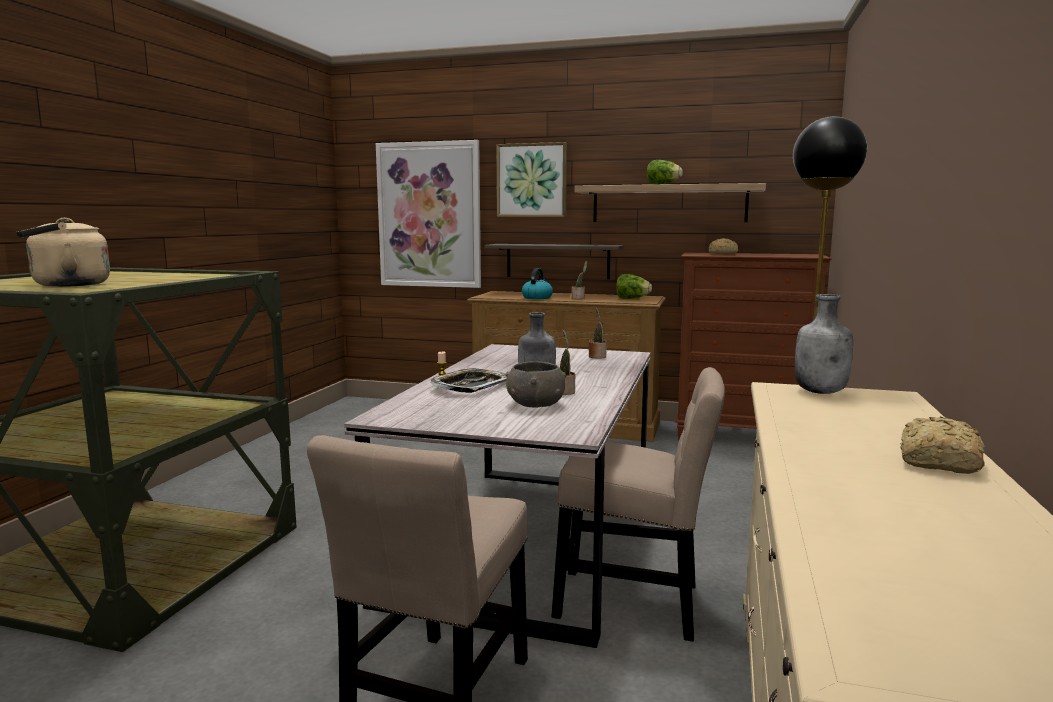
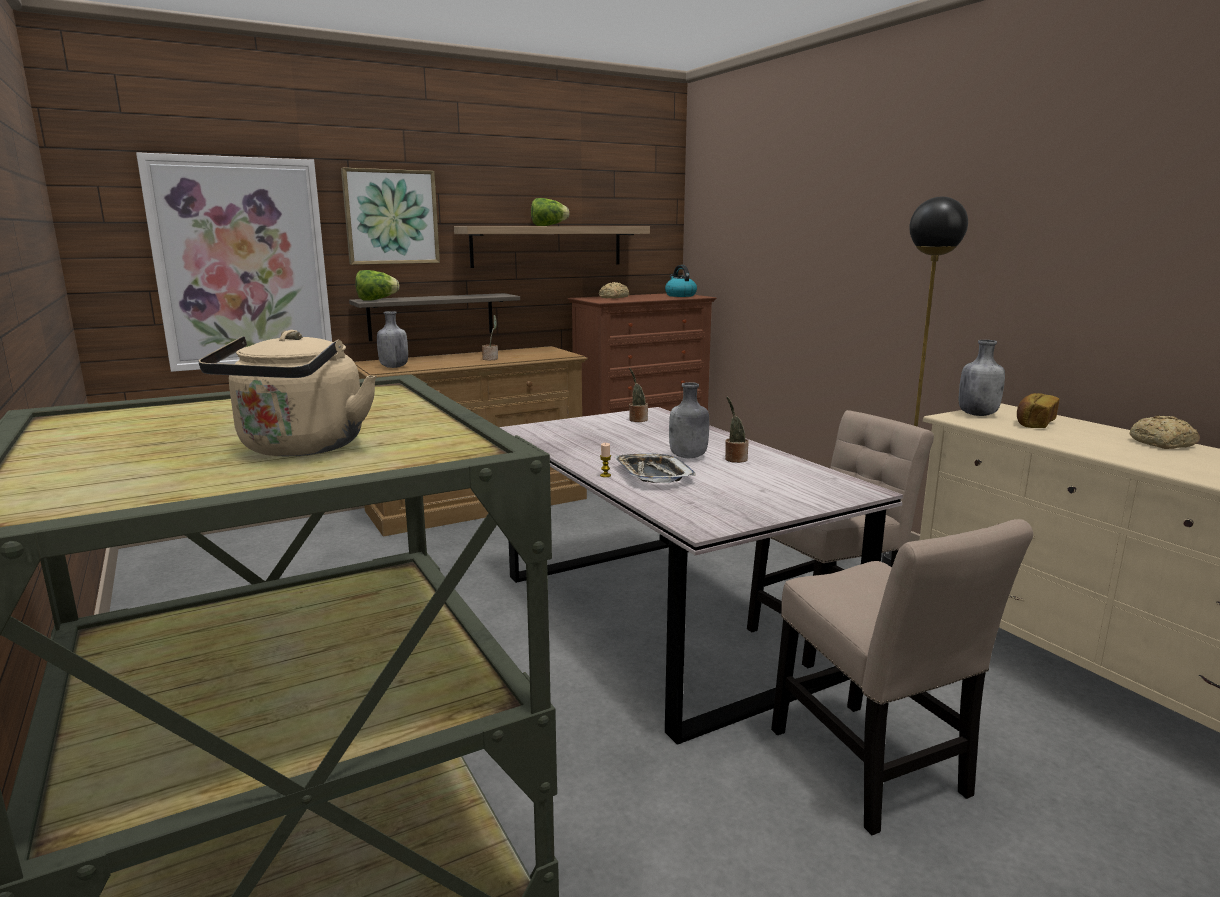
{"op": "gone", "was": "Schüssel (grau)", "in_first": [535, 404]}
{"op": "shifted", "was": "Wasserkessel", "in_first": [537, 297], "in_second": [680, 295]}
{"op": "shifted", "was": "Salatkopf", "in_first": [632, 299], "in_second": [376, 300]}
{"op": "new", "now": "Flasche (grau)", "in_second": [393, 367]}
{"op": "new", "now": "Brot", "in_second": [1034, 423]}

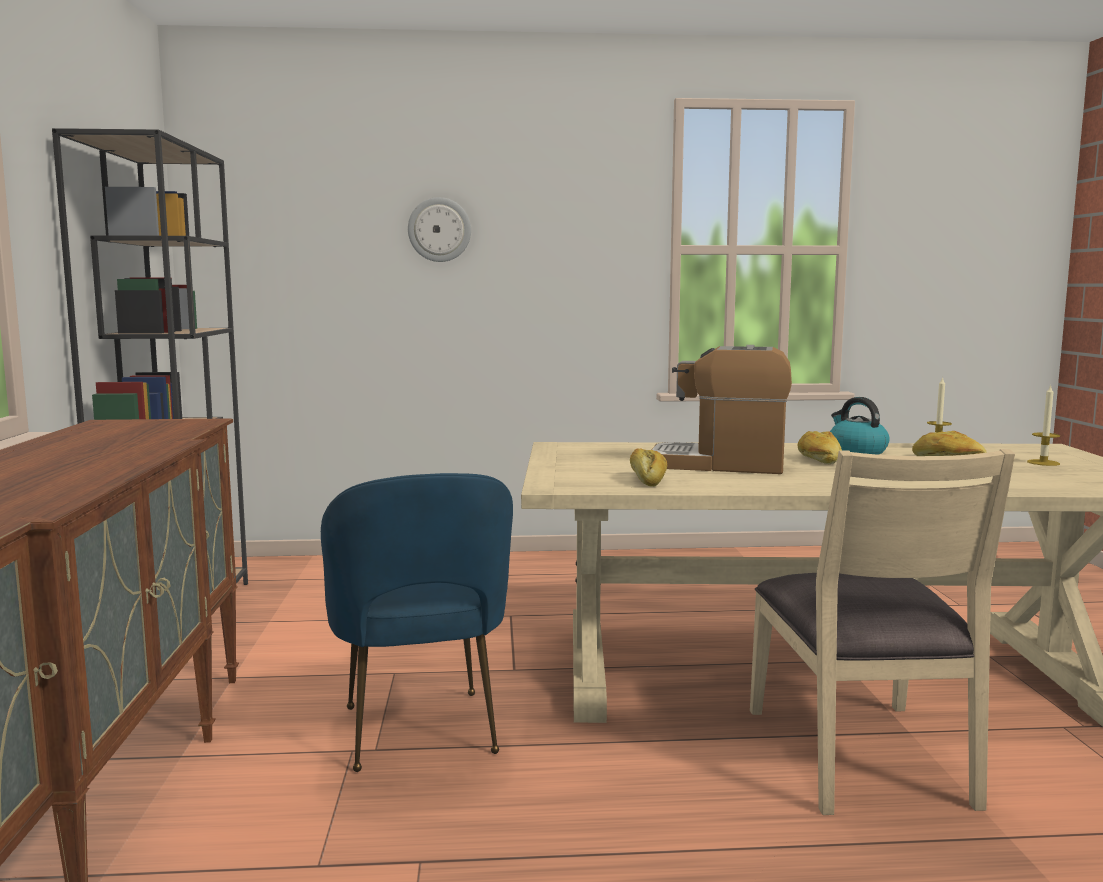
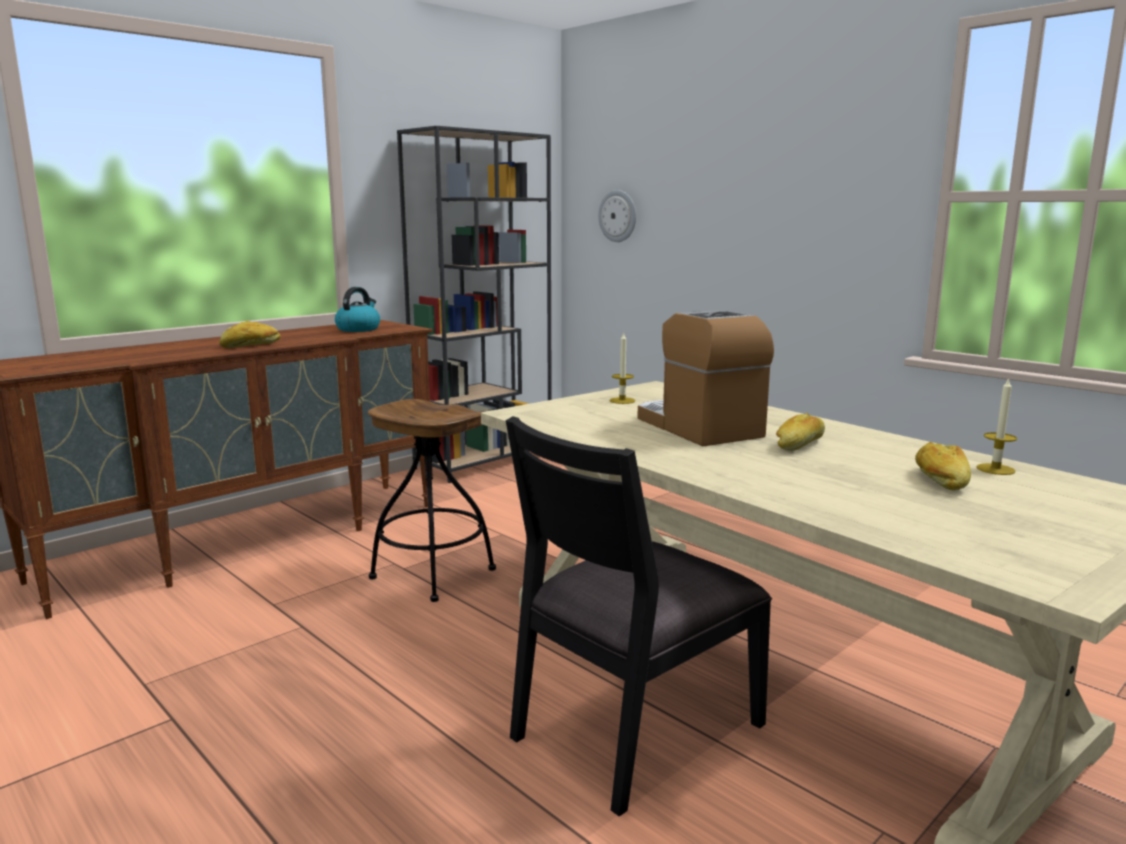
{"op": "swapped", "was": "Stuhl (blau)", "now": "Hocker (braun)", "in_first": [420, 738], "in_second": [432, 573]}
{"op": "shifted", "was": "Wanduhr", "in_first": [439, 229], "in_second": [618, 216]}
{"op": "shifted", "was": "Brot", "in_first": [648, 480], "in_second": [251, 345]}
{"op": "repainted", "was": "Stuhl (beige)", "now": "Stuhl (schwarz)", "in_first": [861, 756], "in_second": [633, 729]}
{"op": "shifted", "was": "Wasserkessel", "in_first": [856, 451], "in_second": [358, 329]}
{"op": "shifted", "was": "Kerze", "in_first": [1043, 463], "in_second": [622, 400]}

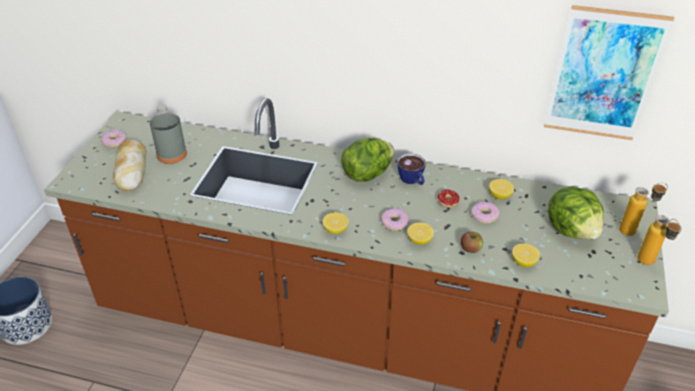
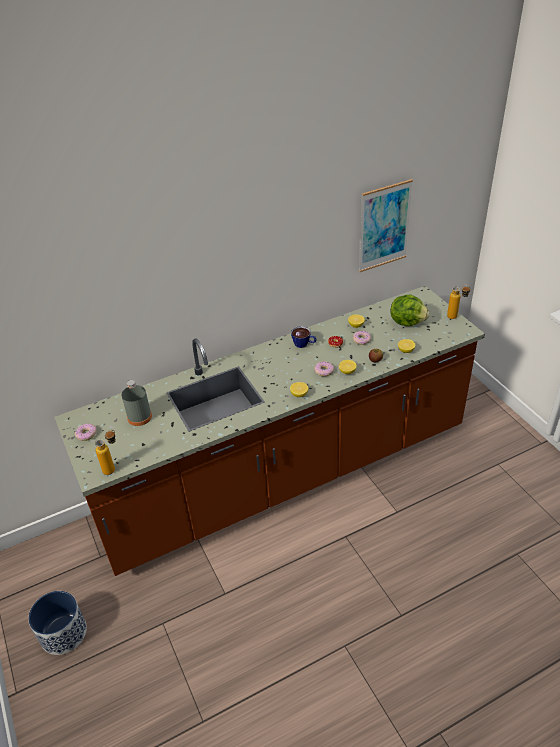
{"op": "gone", "was": "Brot", "in_first": [132, 169]}
{"op": "gone", "was": "Salatkopf", "in_first": [367, 174]}
{"op": "shifted", "was": "Flasche", "in_first": [634, 231], "in_second": [113, 468]}

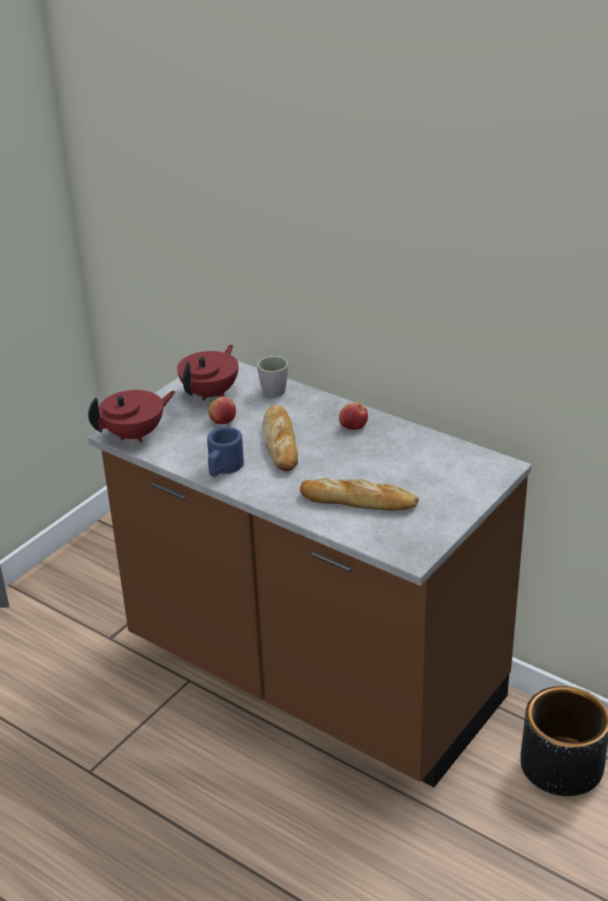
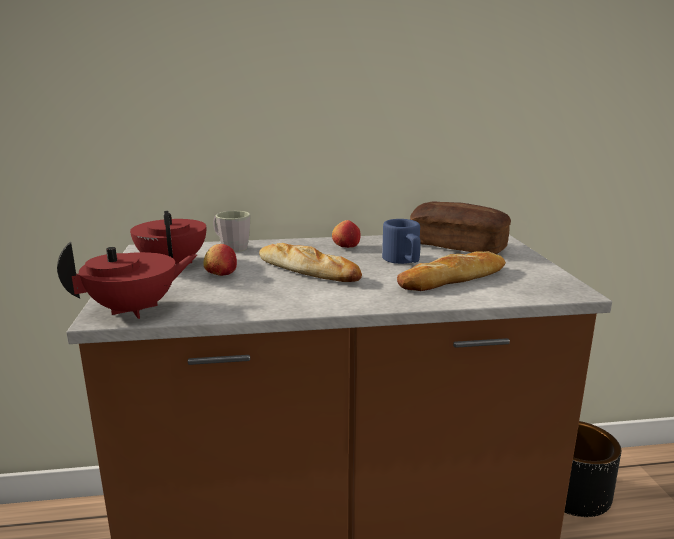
{"op": "rotated", "was": "Teekanne (rot)", "in_first": [135, 434], "in_second": [135, 310], "clockwise": 45}
{"op": "shifted", "was": "Henkelbecher (blau)", "in_first": [223, 468], "in_second": [403, 260]}
{"op": "new", "now": "Brot", "in_second": [457, 246]}

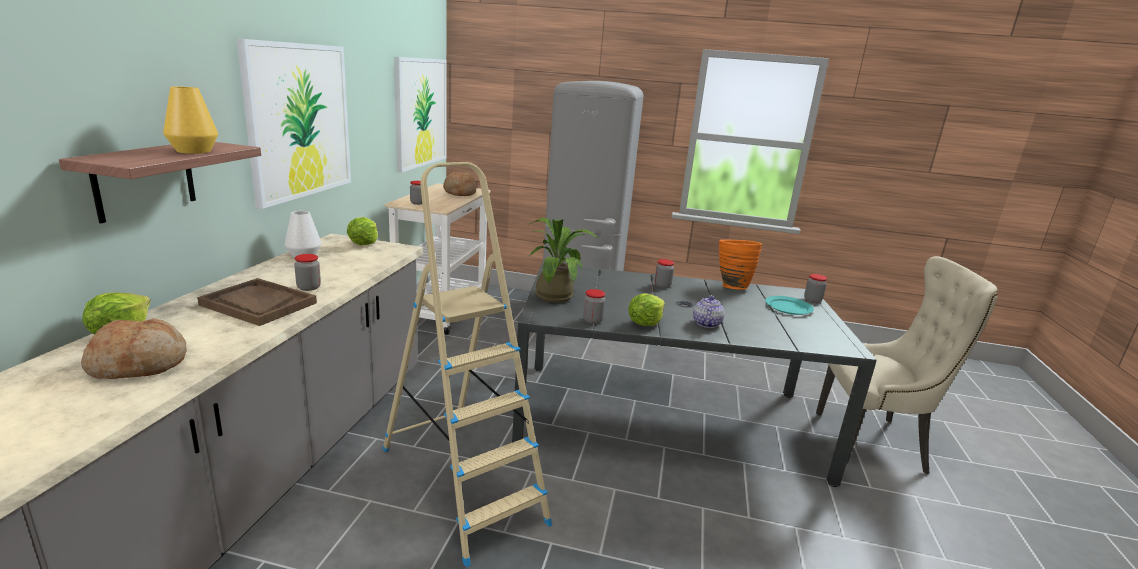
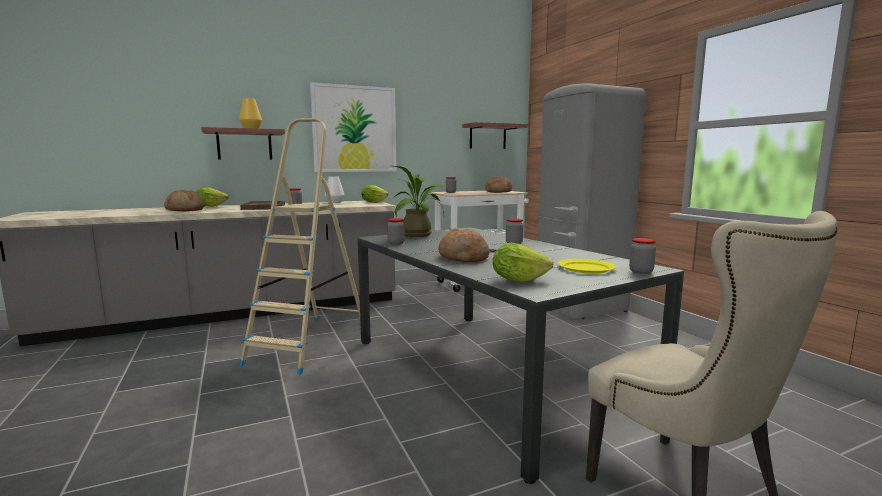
{"op": "swapped", "was": "Bild", "now": "Wandregal", "in_first": [420, 112], "in_second": [487, 136]}
{"op": "shifted", "was": "Salatkopf", "in_first": [645, 323], "in_second": [518, 280]}
{"op": "swapped", "was": "Teekanne", "now": "Brot", "in_first": [706, 323], "in_second": [463, 257]}
{"op": "gone", "was": "Vase (orange)", "in_first": [731, 286]}
{"op": "repainted", "was": "Teller (türkis)", "now": "Teller (gelb)", "in_first": [788, 307], "in_second": [585, 268]}

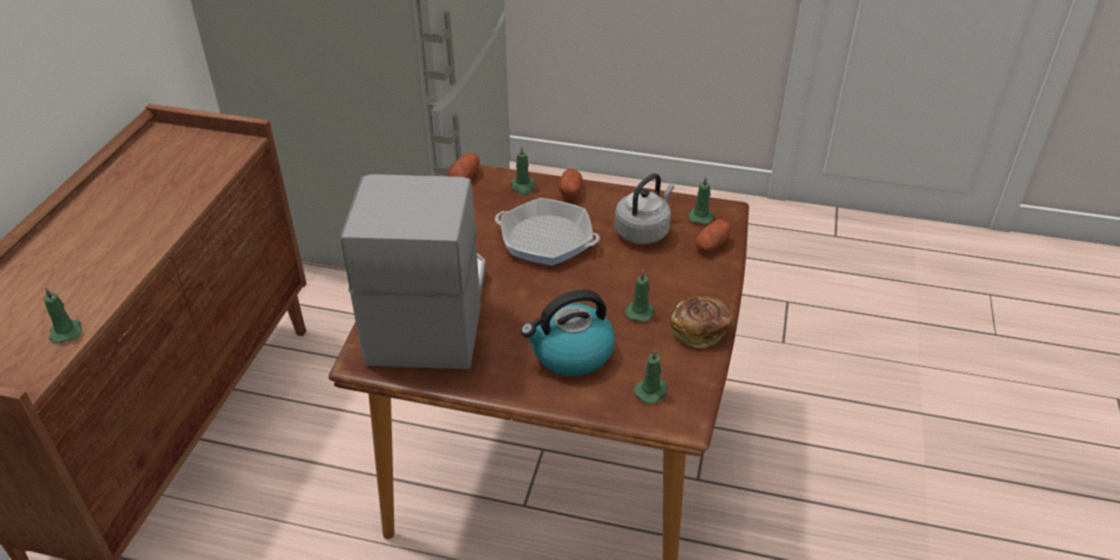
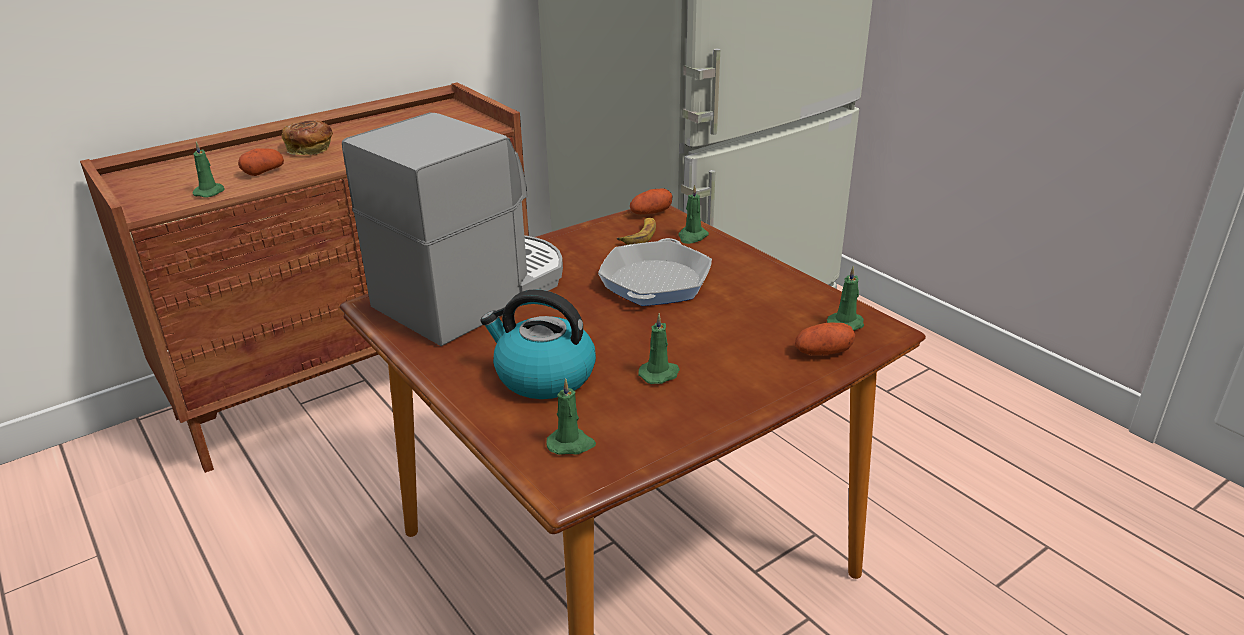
{"op": "rotated", "was": "Pfanne", "in_first": [546, 239], "in_second": [655, 282], "clockwise": -135}
{"op": "shifted", "was": "Kartoffel", "in_first": [570, 191], "in_second": [263, 172]}
{"op": "gone", "was": "Wasserkessel (grau)", "in_first": [643, 231]}
{"op": "shifted", "was": "Brot", "in_first": [701, 331], "in_second": [310, 150]}
{"op": "new", "now": "Banane", "in_second": [640, 236]}

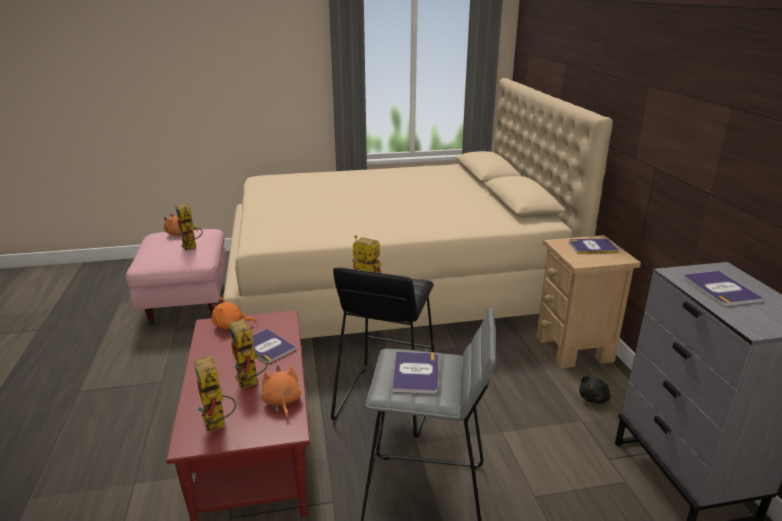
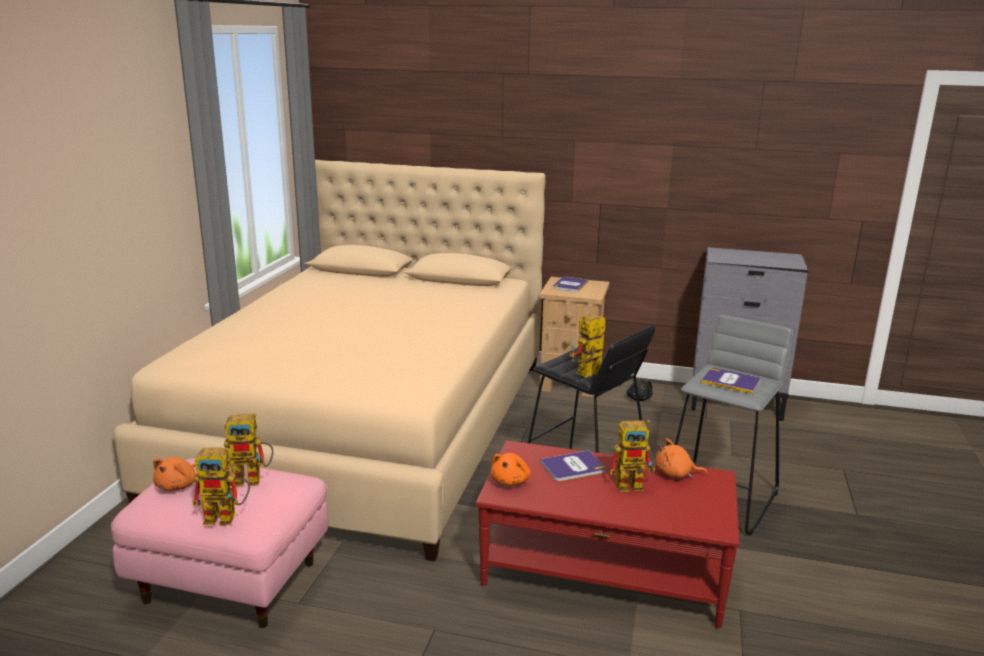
{"op": "shifted", "was": "Spielzeugroboter", "in_first": [218, 425], "in_second": [227, 517]}
{"op": "gone", "was": "Buch", "in_first": [720, 289]}

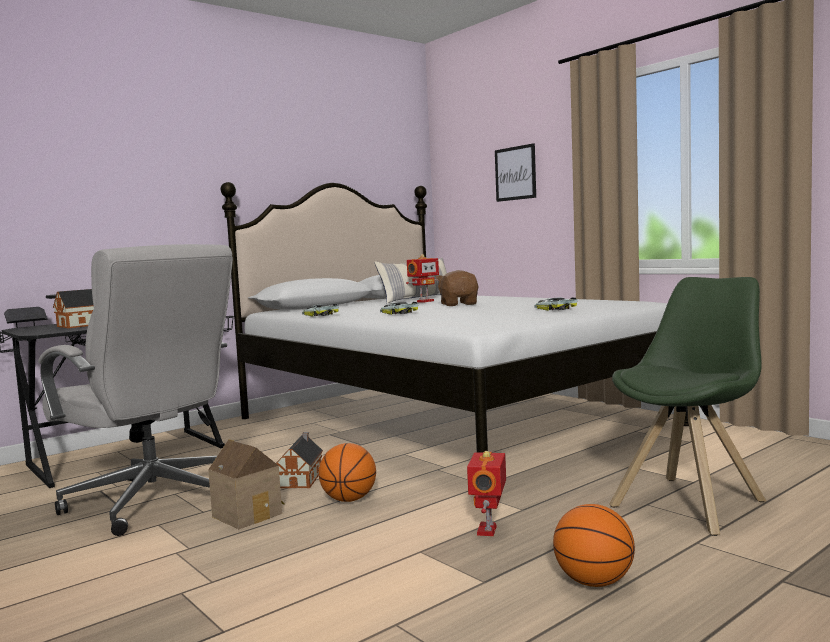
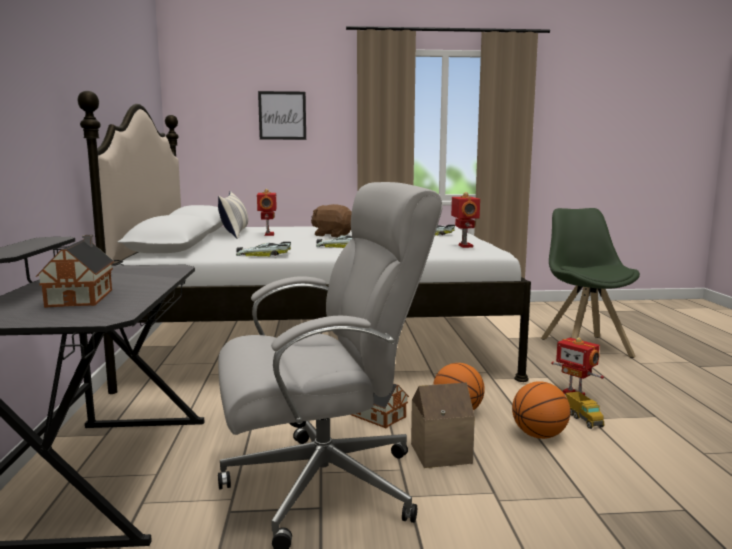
{"op": "shifted", "was": "Basketball", "in_first": [594, 582], "in_second": [539, 435]}
{"op": "new", "now": "Spielzeugroboter", "in_second": [464, 246]}
{"op": "new", "now": "Spielzeuglaster", "in_second": [583, 419]}

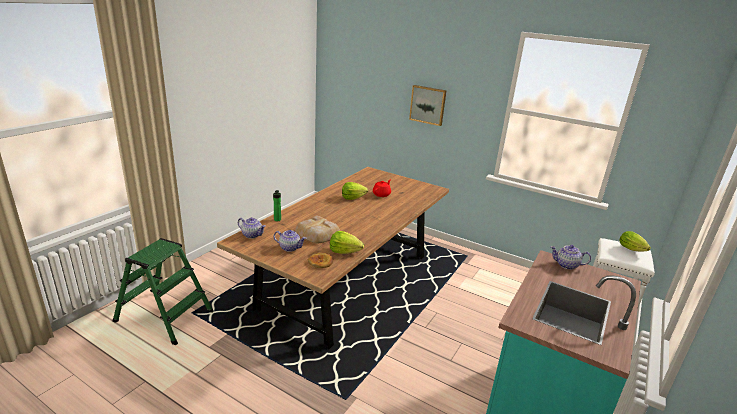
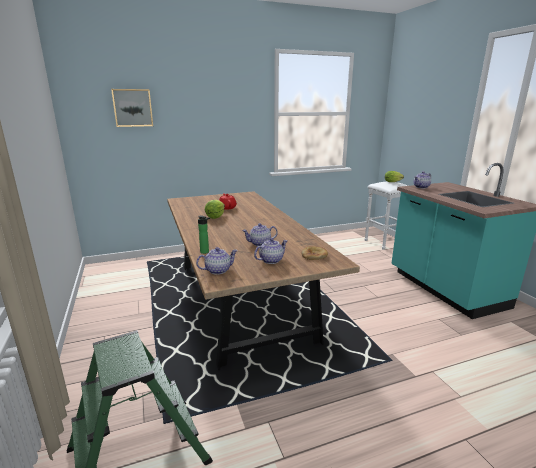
{"op": "swapped", "was": "Brot", "now": "Teekanne", "in_first": [317, 233], "in_second": [260, 243]}
{"op": "gone", "was": "Salatkopf", "in_first": [344, 251]}
{"op": "shifted", "was": "Bild", "in_first": [428, 105], "in_second": [132, 108]}

